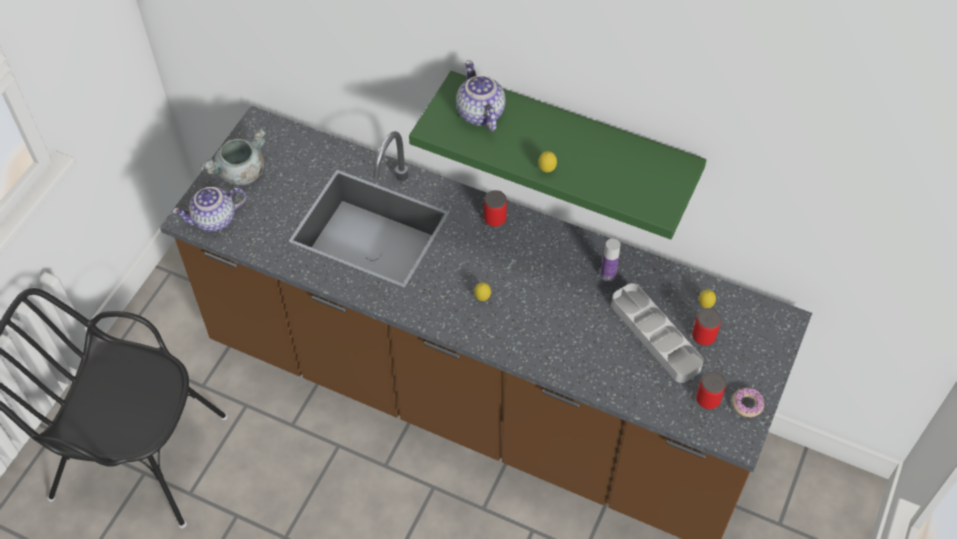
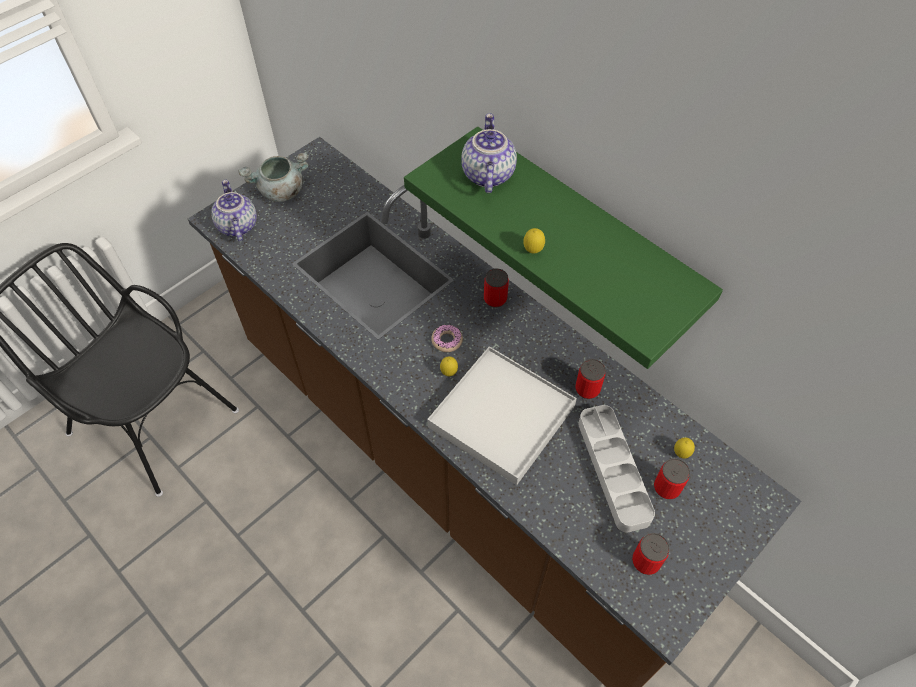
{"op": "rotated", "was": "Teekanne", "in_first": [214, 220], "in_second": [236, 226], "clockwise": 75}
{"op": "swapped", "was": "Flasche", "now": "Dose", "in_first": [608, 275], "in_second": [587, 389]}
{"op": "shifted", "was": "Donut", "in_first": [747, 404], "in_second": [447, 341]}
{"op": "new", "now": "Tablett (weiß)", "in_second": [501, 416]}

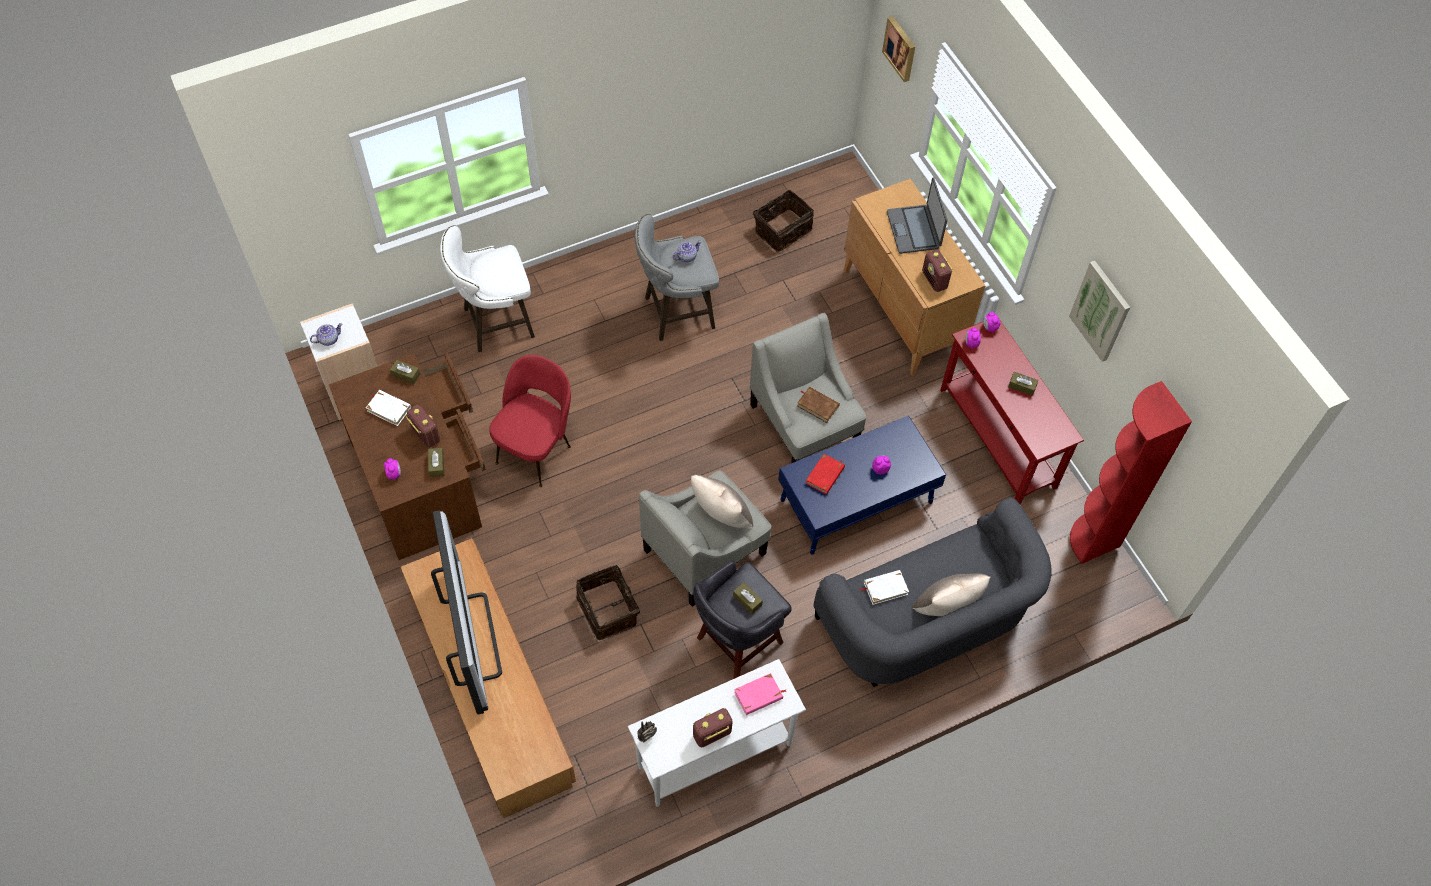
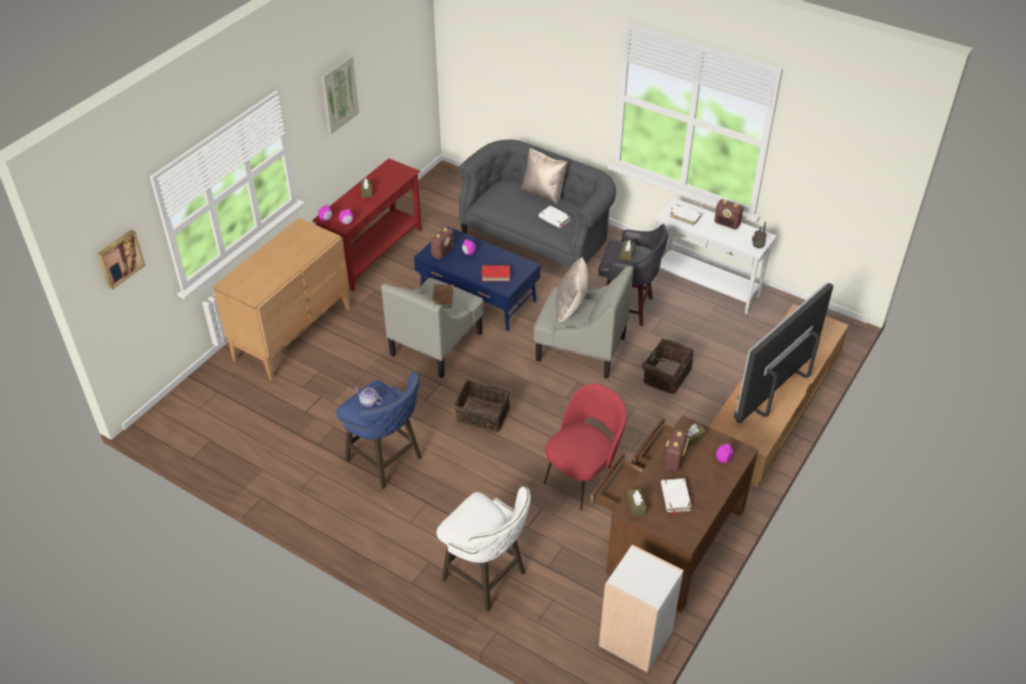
{"op": "gone", "was": "Teekanne", "in_first": [328, 339]}
{"op": "rotated", "was": "Stuhl (rot)", "in_first": [537, 450], "in_second": [582, 479], "clockwise": 135}
{"op": "repainted", "was": "Hocker (grau)", "now": "Hocker (blau)", "in_first": [675, 313], "in_second": [386, 461]}
{"op": "repainted", "was": "Buch (rosa)", "now": "Buch (weiß)", "in_first": [758, 695], "in_second": [685, 216]}
{"op": "shifted", "was": "Korb", "in_first": [782, 230], "in_second": [482, 416]}
{"op": "gone", "was": "Laptop", "in_first": [914, 230]}
{"op": "shifted", "was": "Radio", "in_first": [934, 280], "in_second": [443, 252]}
{"op": "gone", "was": "Bücherregal (rot)", "in_first": [1089, 540]}

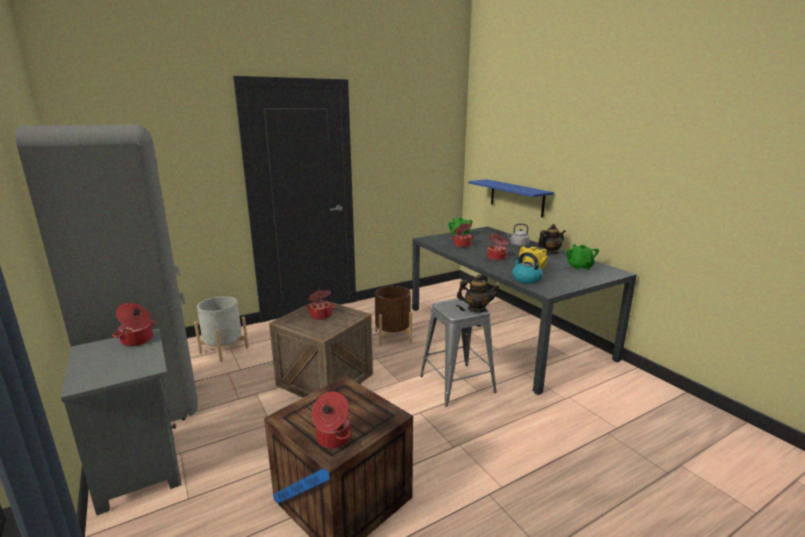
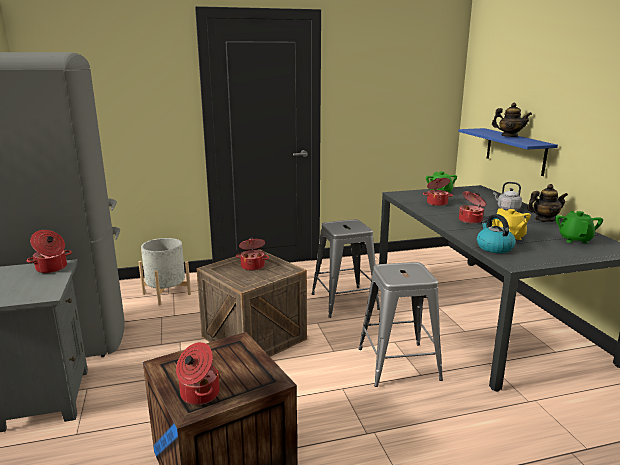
{"op": "swapped", "was": "Pflanzkübel (braun)", "now": "Hocker (grau)", "in_first": [393, 336], "in_second": [345, 301]}
{"op": "shifted", "was": "Teekanne", "in_first": [476, 309], "in_second": [509, 136]}

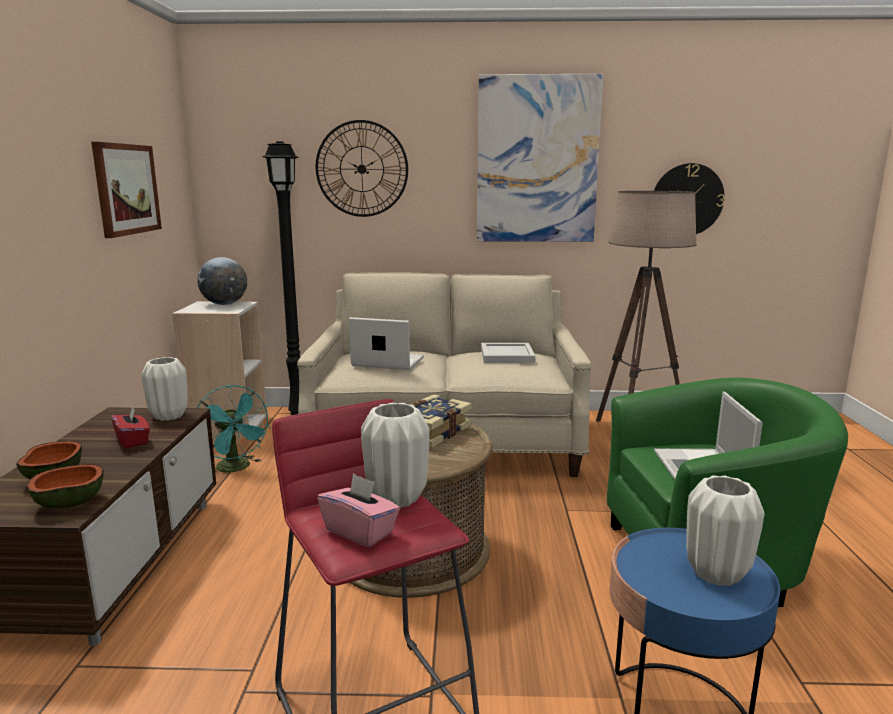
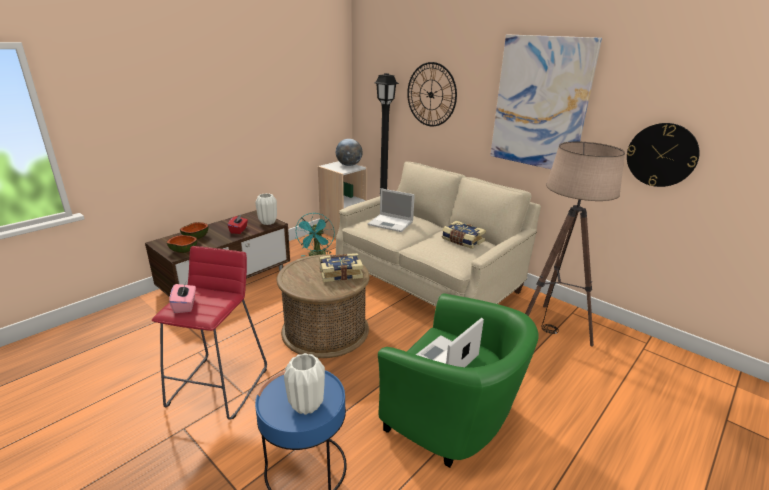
{"op": "gone", "was": "Bild", "in_first": [126, 189]}
{"op": "rotated", "was": "Laptop", "in_first": [386, 362], "in_second": [391, 223], "clockwise": 150}
{"op": "gone", "was": "Vase (weiß)", "in_first": [395, 499]}
{"op": "swapped", "was": "Tablett (weiß)", "now": "Buch", "in_first": [506, 355], "in_second": [462, 241]}

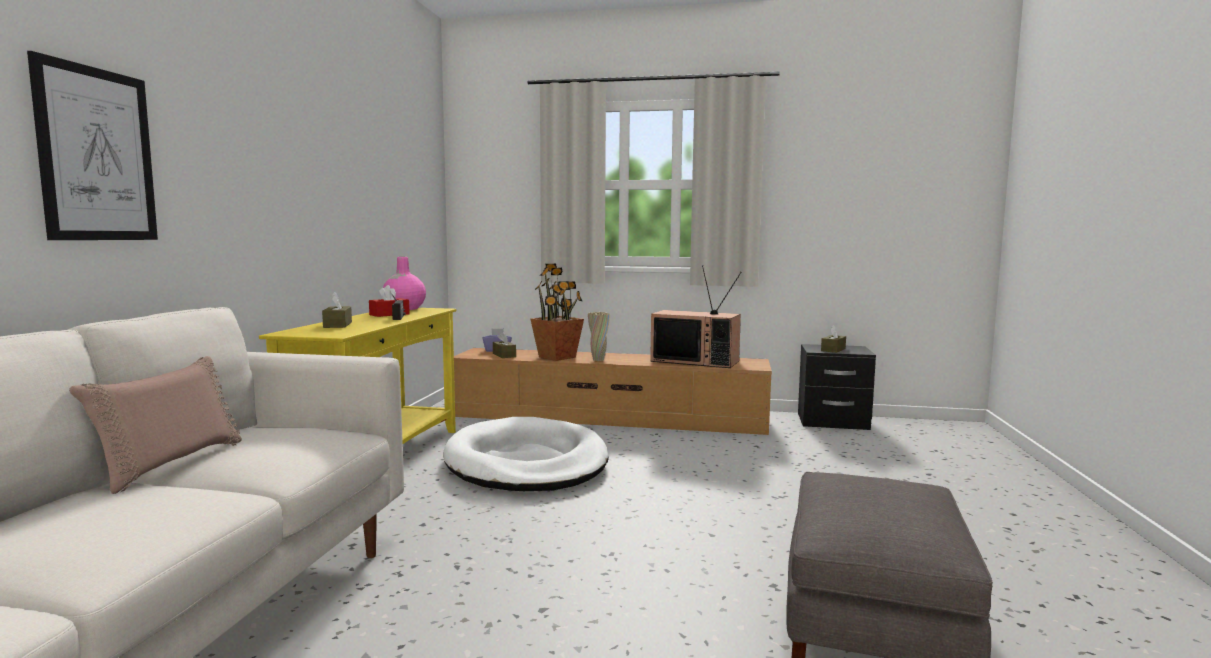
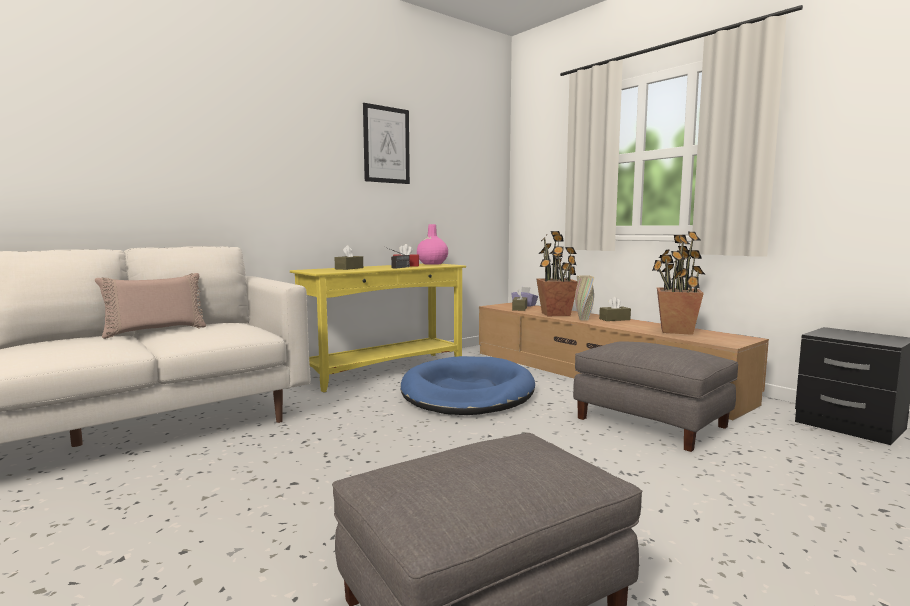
{"op": "shifted", "was": "Bild", "in_first": [97, 155], "in_second": [386, 145]}
{"op": "repainted", "was": "Hundebett (weiß)", "now": "Hundebett (blau)", "in_first": [526, 463], "in_second": [467, 392]}
{"op": "swapped", "was": "Fernseher", "now": "Topfpflanze", "in_first": [696, 361], "in_second": [675, 331]}
{"op": "shifted", "was": "Taschentuchbox (braun)", "in_first": [833, 350], "in_second": [614, 319]}
{"op": "new", "now": "Polsterhocker (grau)", "in_second": [651, 422]}

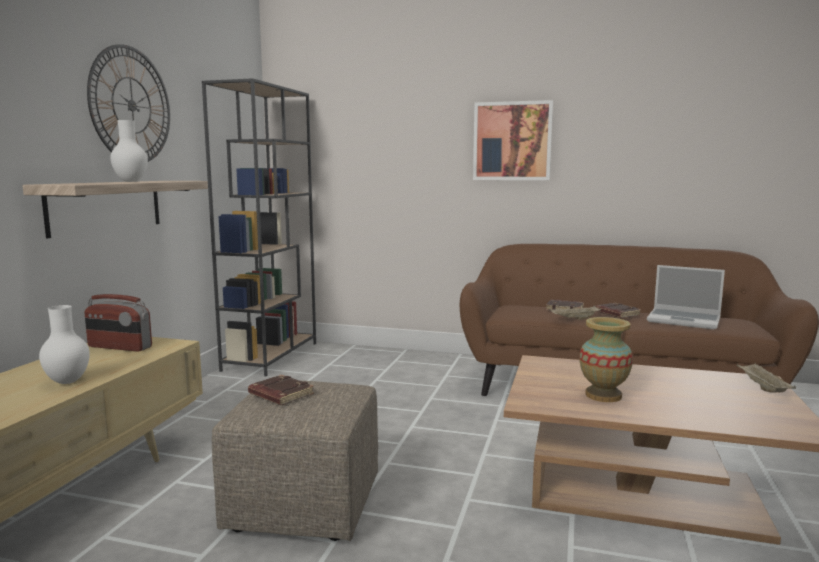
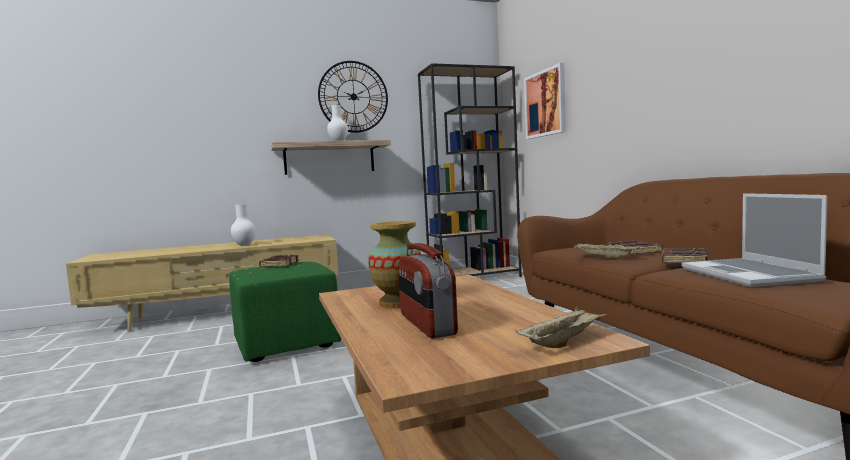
{"op": "shifted", "was": "Radio", "in_first": [119, 347], "in_second": [426, 324]}
{"op": "repainted", "was": "Polsterhocker (beige)", "now": "Polsterhocker (grün)", "in_first": [304, 504], "in_second": [287, 344]}
{"op": "shifted", "was": "Bild", "in_first": [512, 141], "in_second": [545, 103]}

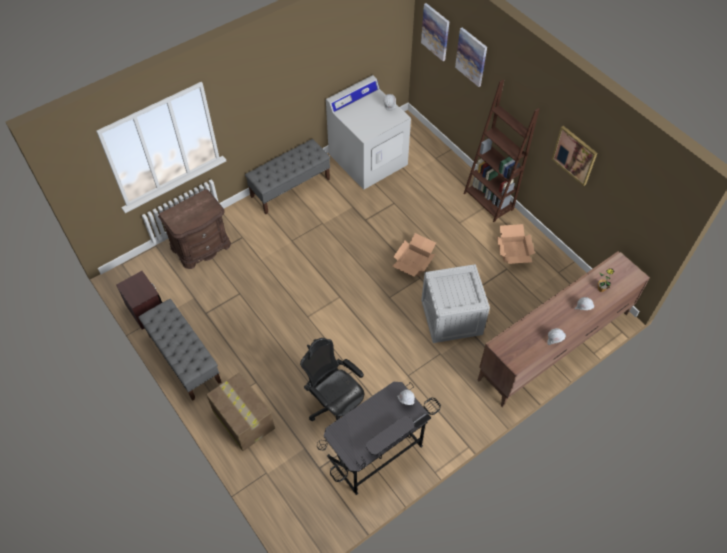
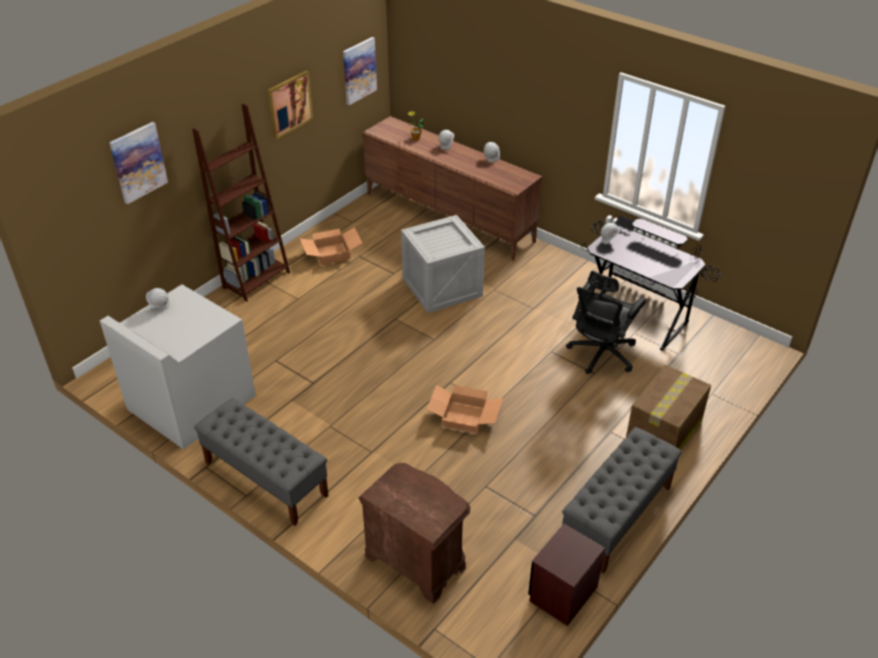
{"op": "shifted", "was": "Karton", "in_first": [413, 261], "in_second": [463, 417]}
{"op": "shifted", "was": "Bild", "in_first": [435, 32], "in_second": [359, 70]}

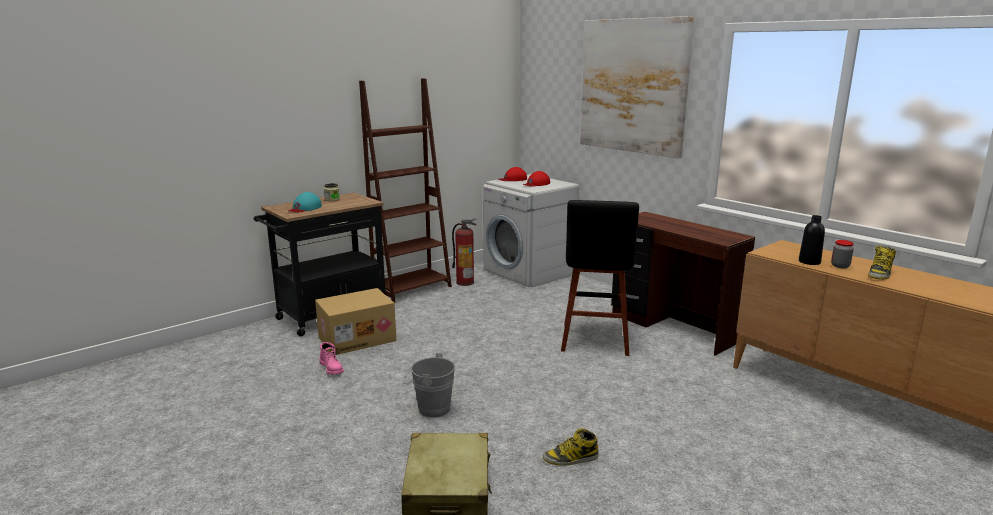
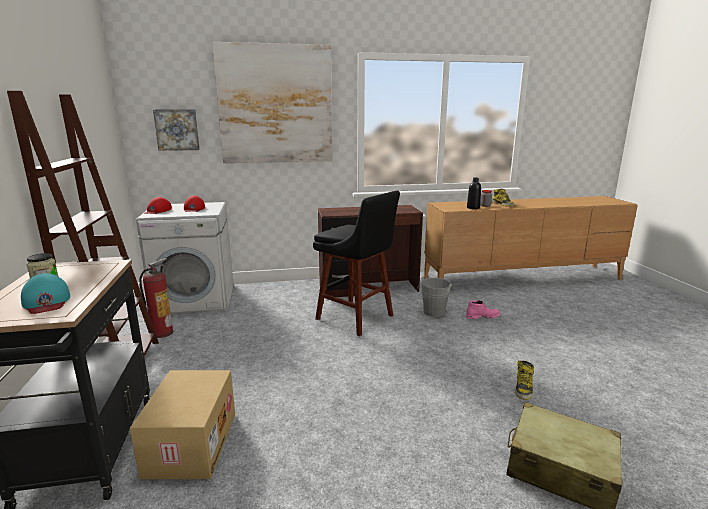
{"op": "shifted", "was": "Stiefel (rosa)", "in_first": [332, 368], "in_second": [482, 316]}
{"op": "shifted", "was": "Eimer (grau)", "in_first": [430, 408], "in_second": [432, 313]}
{"op": "new", "now": "Bild", "in_second": [177, 129]}

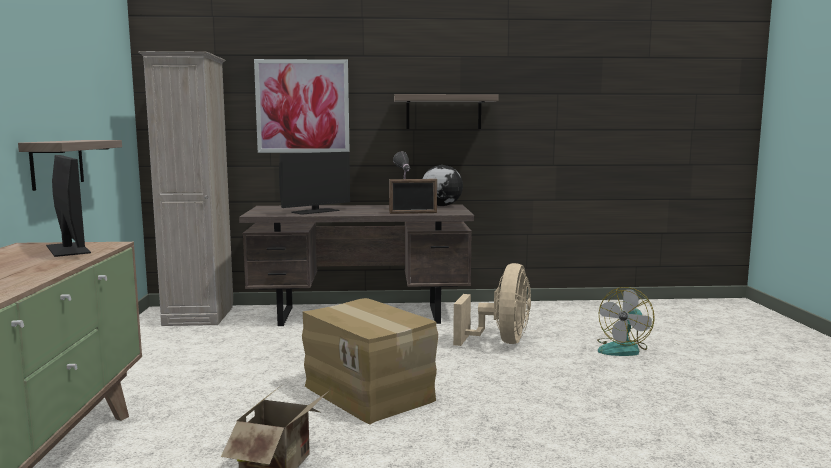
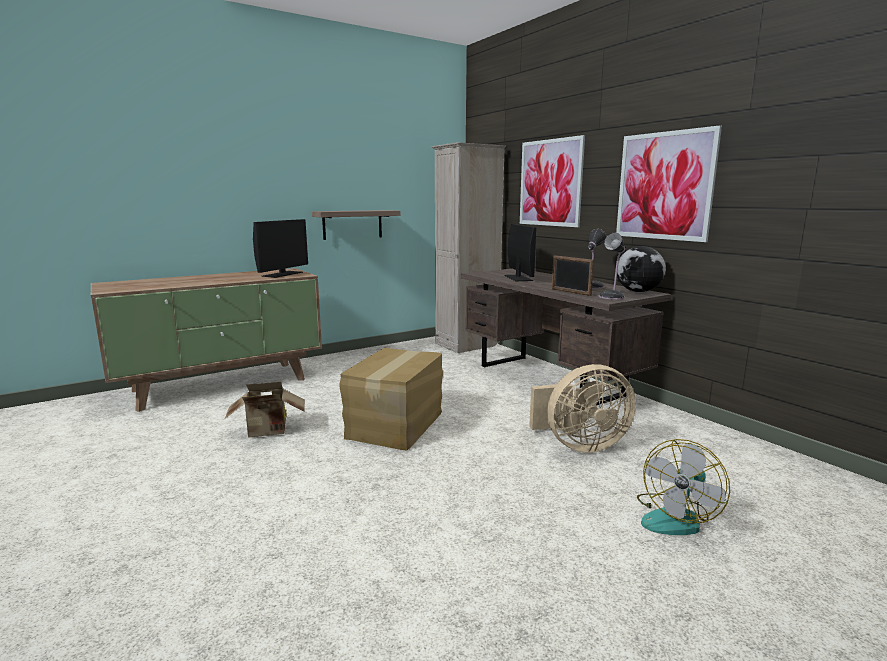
{"op": "rotated", "was": "Monitor", "in_first": [315, 211], "in_second": [518, 278], "clockwise": -120}
{"op": "swapped", "was": "Wandregal", "now": "Bild", "in_first": [443, 112], "in_second": [664, 186]}
{"op": "rotated", "was": "Ventilator", "in_first": [623, 349], "in_second": [676, 518], "clockwise": -60}
{"op": "new", "now": "Tischlampe", "in_second": [612, 297]}

